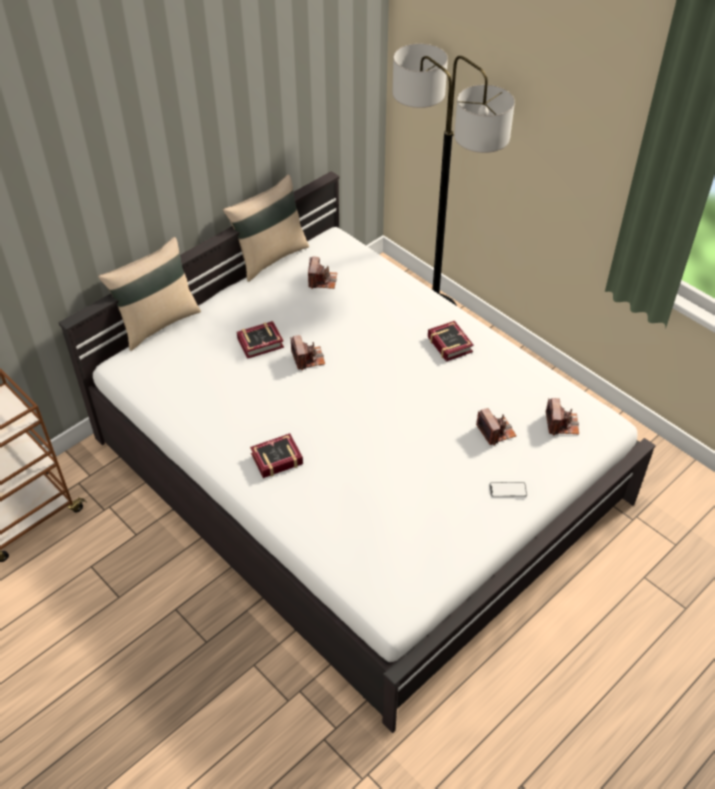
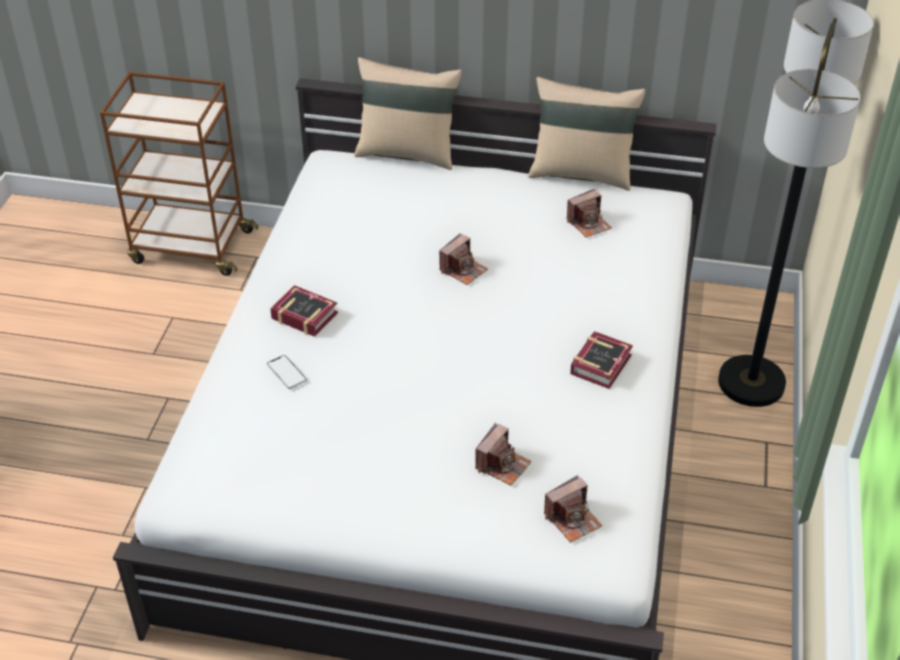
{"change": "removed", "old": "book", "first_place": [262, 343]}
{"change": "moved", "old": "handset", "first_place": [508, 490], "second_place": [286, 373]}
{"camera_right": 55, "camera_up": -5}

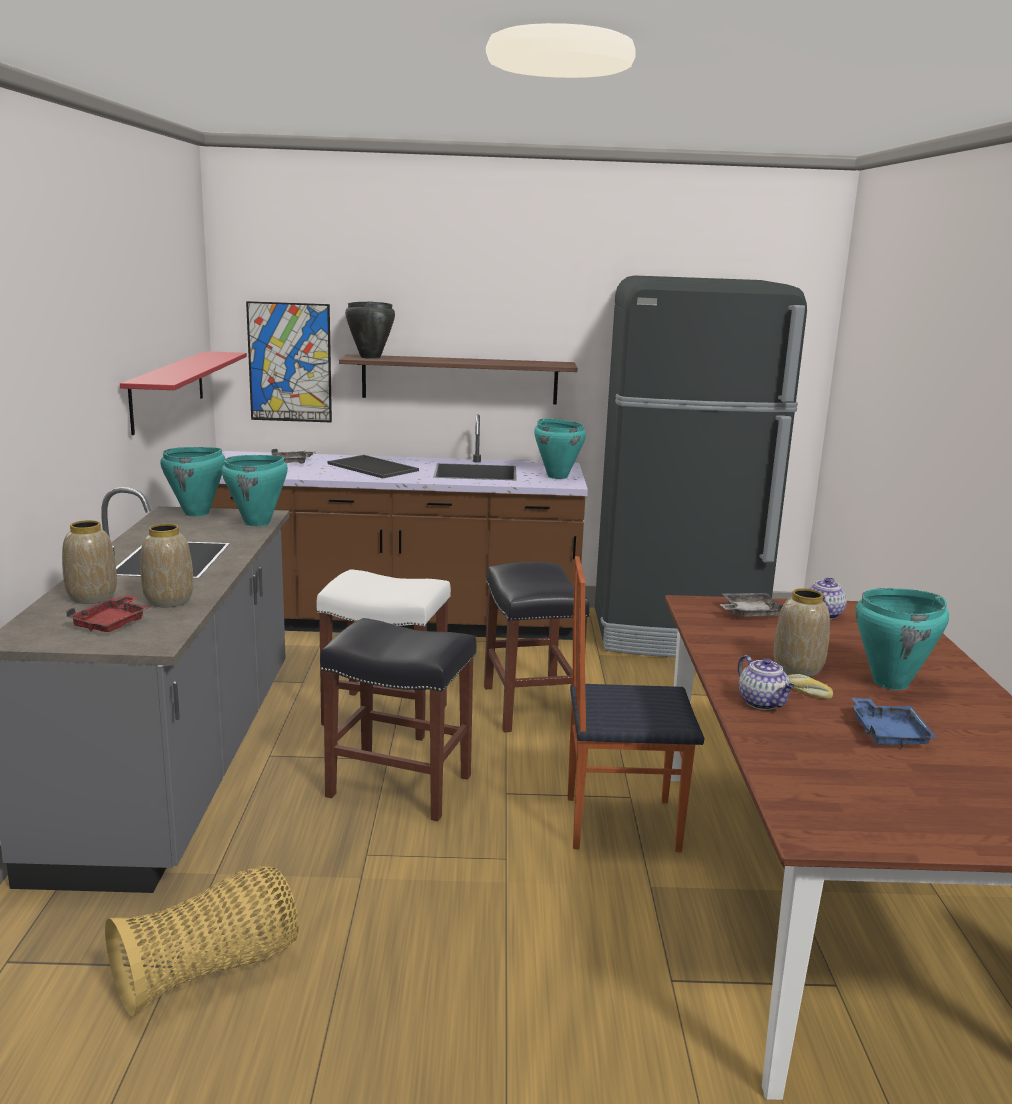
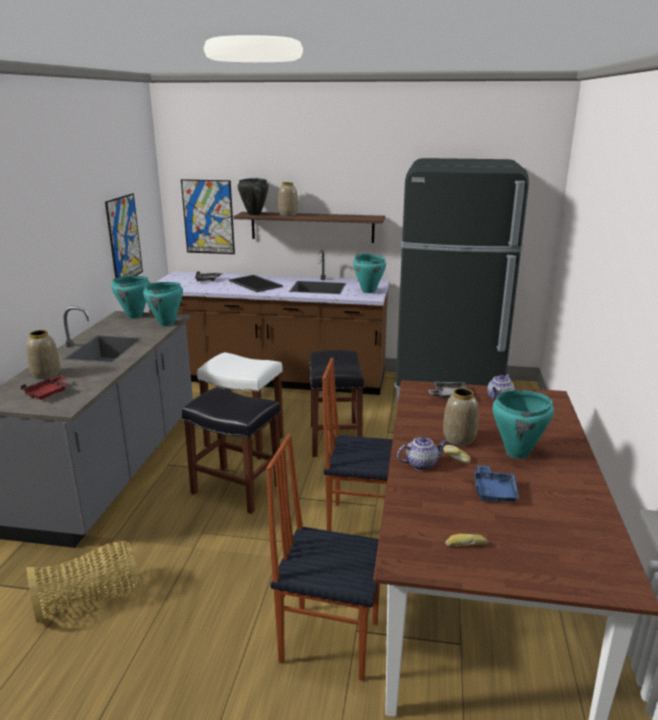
{"change": "replaced", "old": "reddish_bracket_shelf", "new": "wall_picture", "first_place": [168, 390], "second_place": [124, 239]}
{"change": "moved", "old": "decorative_vase", "first_place": [168, 601], "second_place": [288, 214]}
{"change": "turned", "old": "tea_pot", "first_place": [763, 703], "second_place": [421, 464], "degrees": -90}
{"change": "added", "new": "upright_chair", "second_place": [329, 640]}
{"change": "added", "new": "baked_bread", "second_place": [465, 544]}
{"camera_right": 10, "camera_up": 5}

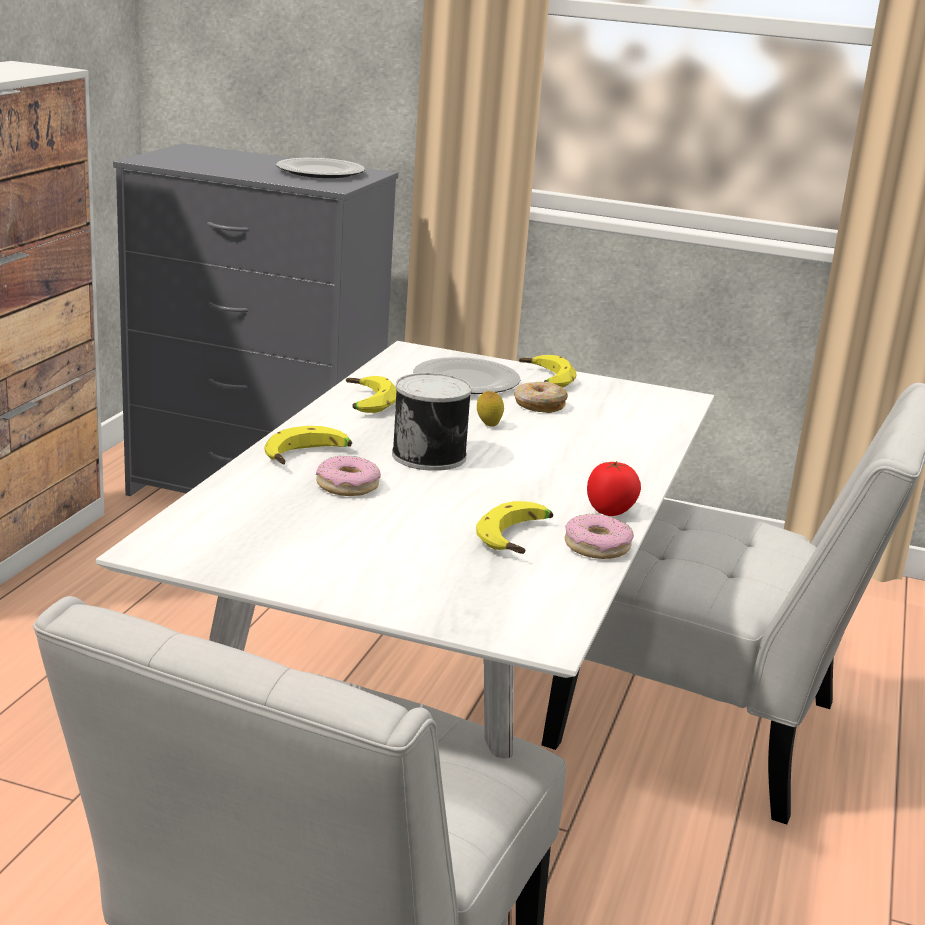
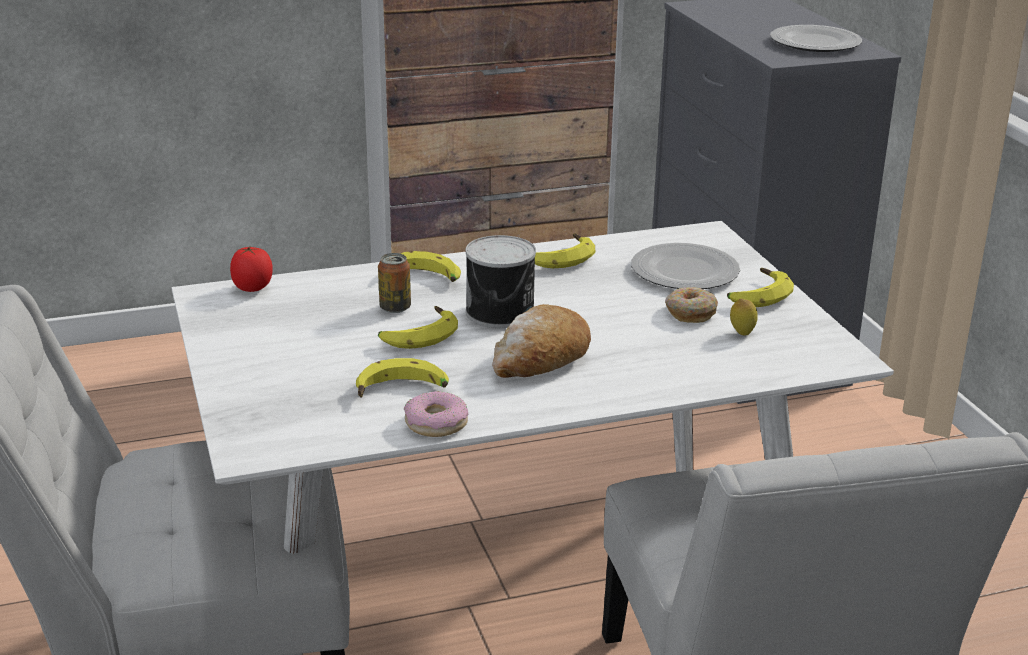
{"change": "replaced", "old": "doughnut", "new": "metal_can", "first_place": [347, 486], "second_place": [395, 308]}
{"change": "moved", "old": "citrus_fruit", "first_place": [488, 425], "second_place": [742, 333]}
{"change": "moved", "old": "fresh_tomato", "first_place": [610, 512], "second_place": [253, 289]}
{"change": "added", "new": "banana", "second_place": [417, 335]}
{"change": "added", "new": "baked_bread", "second_place": [540, 359]}
{"camera_right": 55, "camera_up": 5}

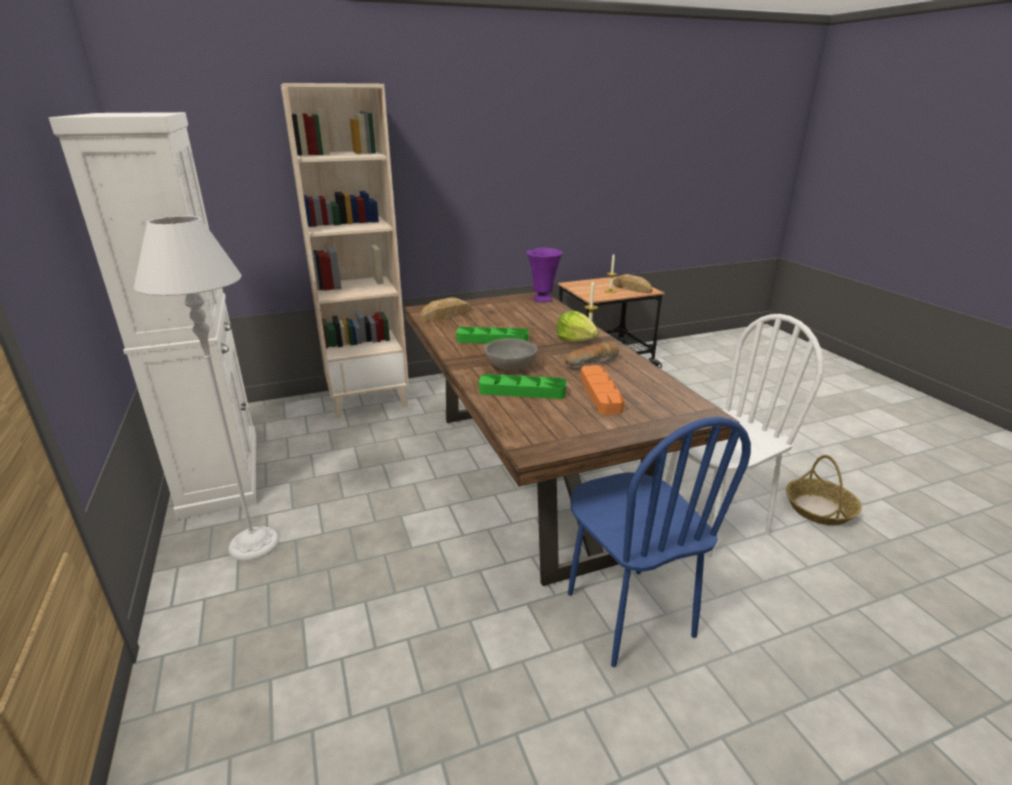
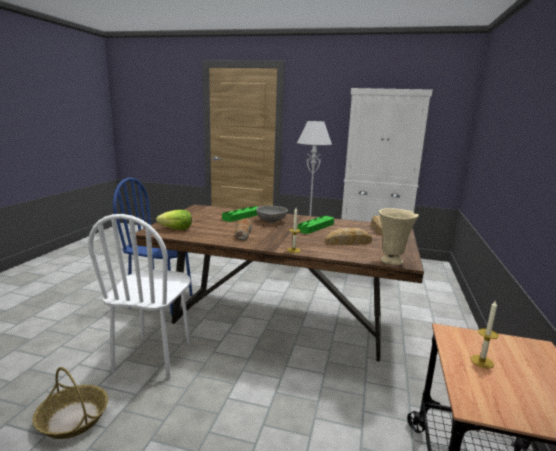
{"change": "removed", "old": "beige-coloured_bookshelf", "first_place": [368, 399]}
{"change": "recoloured", "old": "purple-coloured_decorative_vase", "new": "beige-coloured_decorative_vase", "first_place": [543, 299], "second_place": [392, 261]}
{"change": "moved", "old": "head_of_lettuce", "first_place": [576, 339], "second_place": [176, 229]}
{"change": "removed", "old": "orange_carrying_tray", "first_place": [600, 393]}
{"change": "moved", "old": "baked_bread", "first_place": [631, 288], "second_place": [348, 242]}
{"camera_right": 125, "camera_up": -10}

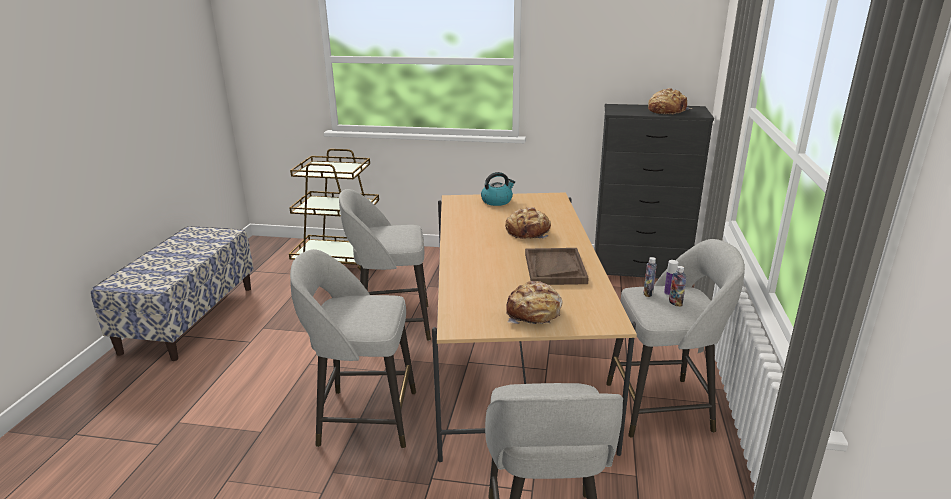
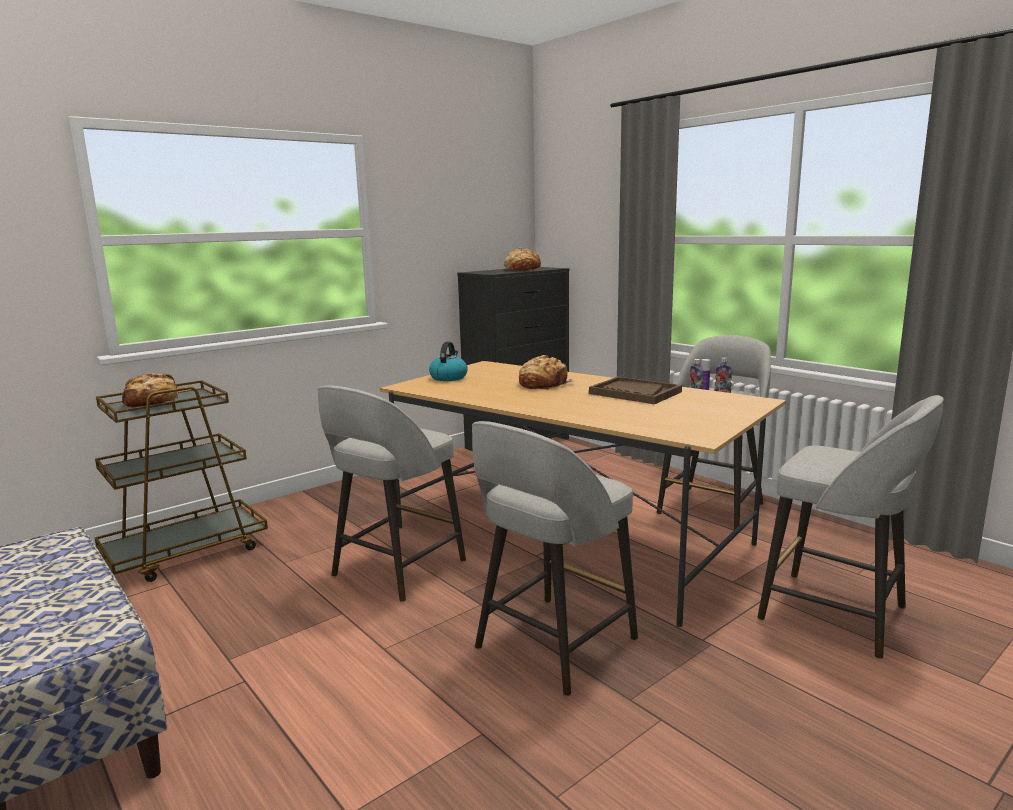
{"change": "moved", "old": "baked_bread", "first_place": [534, 313], "second_place": [152, 404]}
{"camera_right": -50, "camera_up": -10}

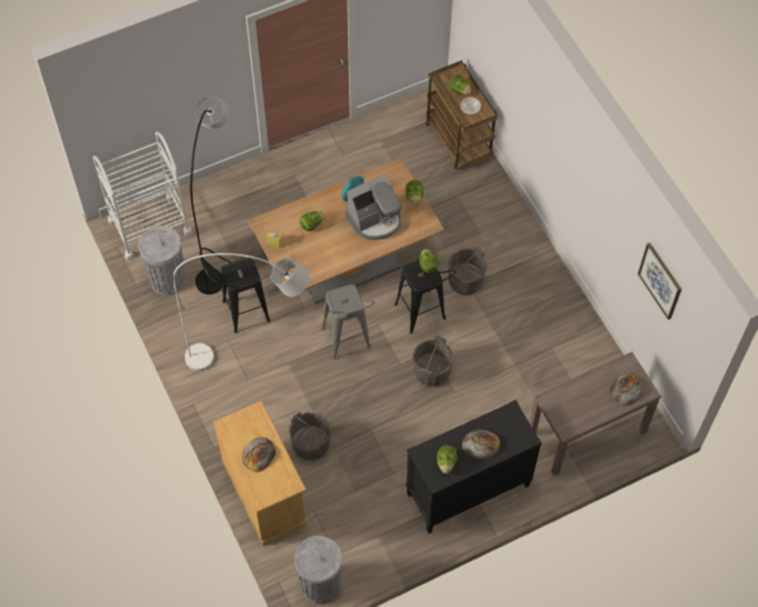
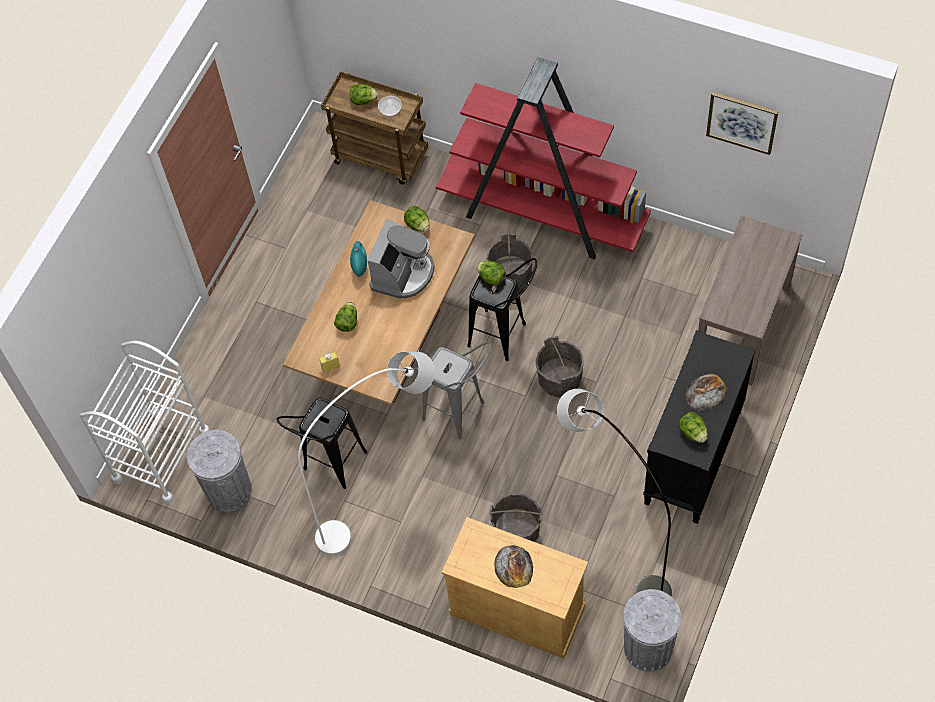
{"change": "moved", "old": "grey_standard_lamp", "first_place": [218, 237], "second_place": [611, 541]}
{"change": "removed", "old": "baked_bread", "first_place": [626, 389]}
{"change": "added", "new": "reddish_bookshelf", "second_place": [543, 215]}
{"camera_right": -35, "camera_up": 0}

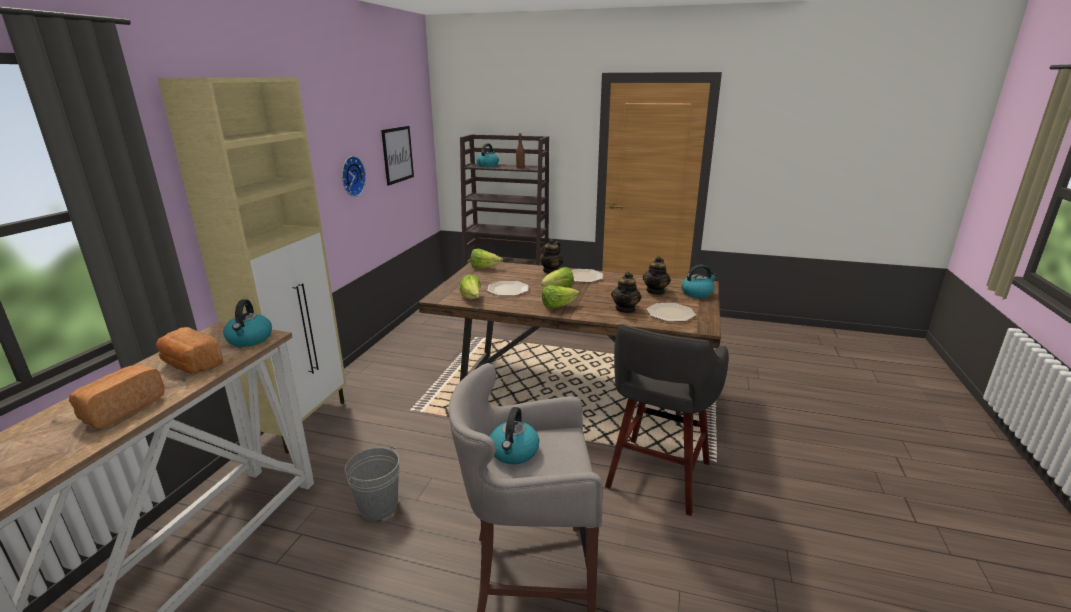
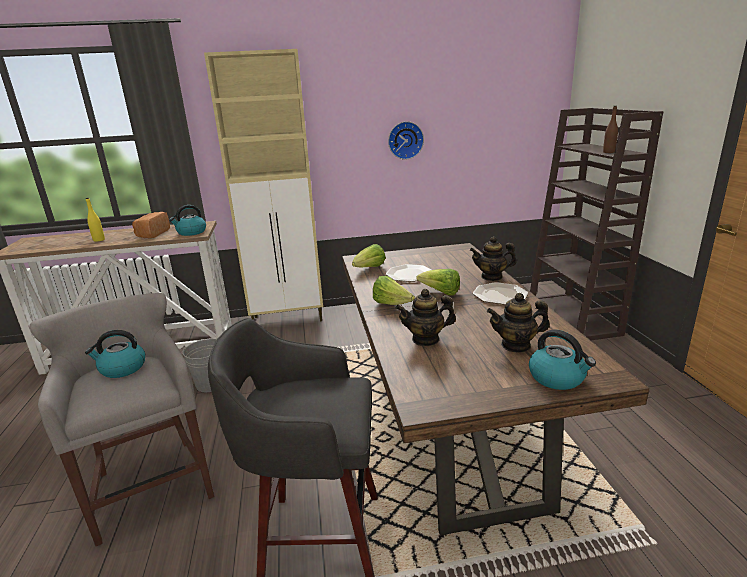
{"change": "replaced", "old": "baked_bread", "new": "yellow-coloured_drink_bottle", "first_place": [120, 409], "second_place": [99, 240]}
{"change": "removed", "old": "wall_picture", "first_place": [397, 154]}
{"change": "removed", "old": "head_of_lettuce", "first_place": [484, 268]}
{"change": "removed", "old": "kettle", "first_place": [487, 165]}
{"change": "removed", "old": "plate", "first_place": [671, 313]}
{"camera_right": 65, "camera_up": 0}

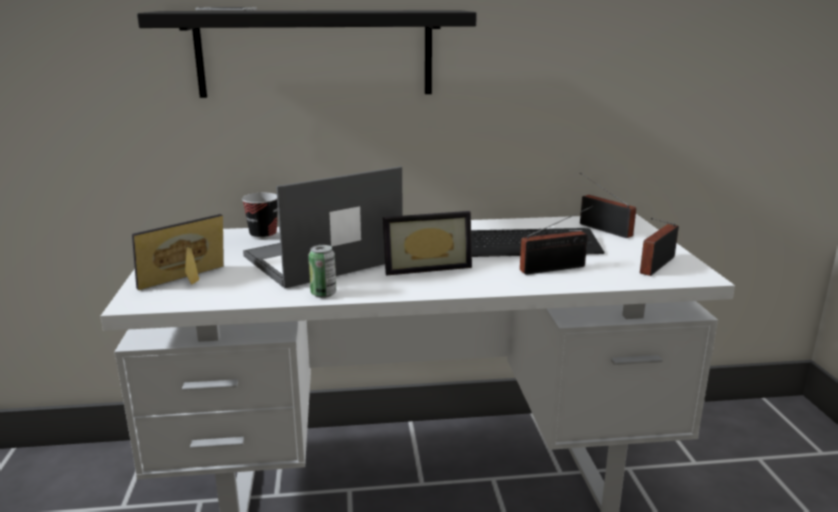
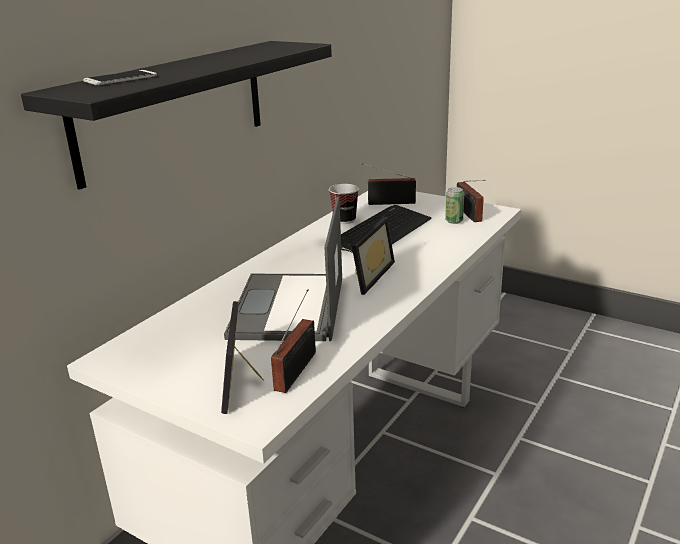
{"change": "moved", "old": "drinking_cup", "first_place": [263, 235], "second_place": [344, 220]}
{"change": "moved", "old": "metal_can", "first_place": [323, 293], "second_place": [454, 221]}
{"change": "moved", "old": "radio", "first_place": [556, 268], "second_place": [298, 369]}
{"camera_right": -50, "camera_up": 5}

